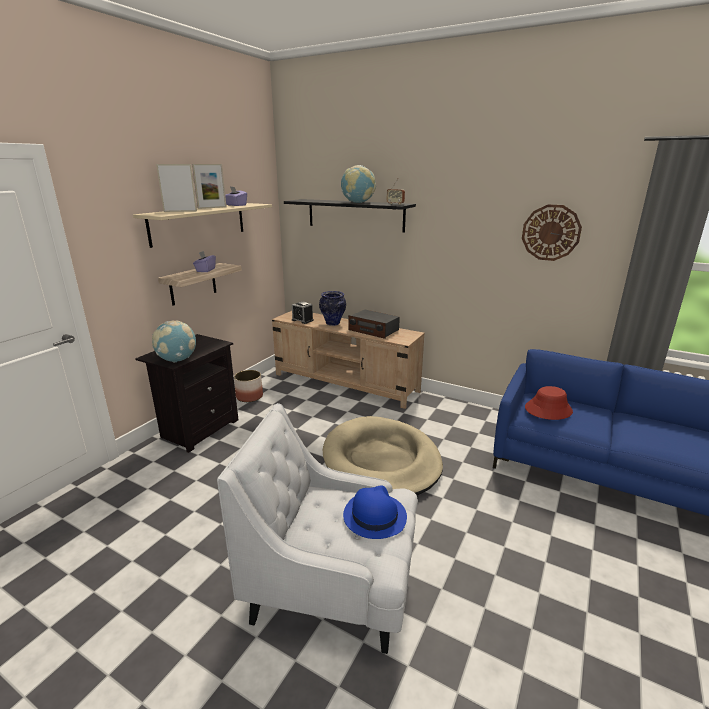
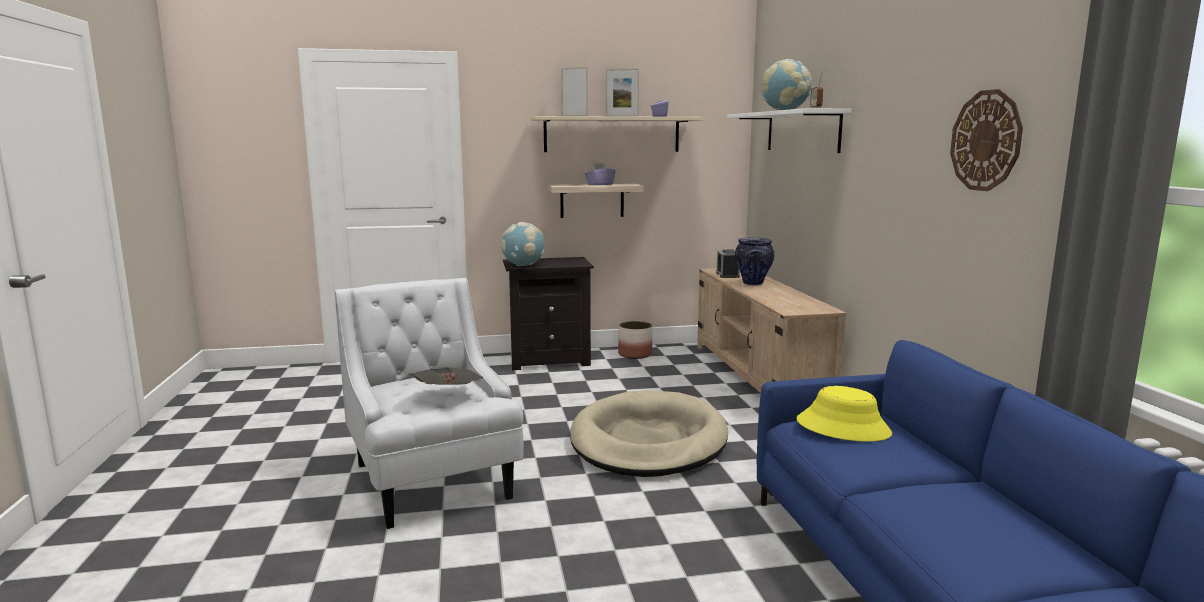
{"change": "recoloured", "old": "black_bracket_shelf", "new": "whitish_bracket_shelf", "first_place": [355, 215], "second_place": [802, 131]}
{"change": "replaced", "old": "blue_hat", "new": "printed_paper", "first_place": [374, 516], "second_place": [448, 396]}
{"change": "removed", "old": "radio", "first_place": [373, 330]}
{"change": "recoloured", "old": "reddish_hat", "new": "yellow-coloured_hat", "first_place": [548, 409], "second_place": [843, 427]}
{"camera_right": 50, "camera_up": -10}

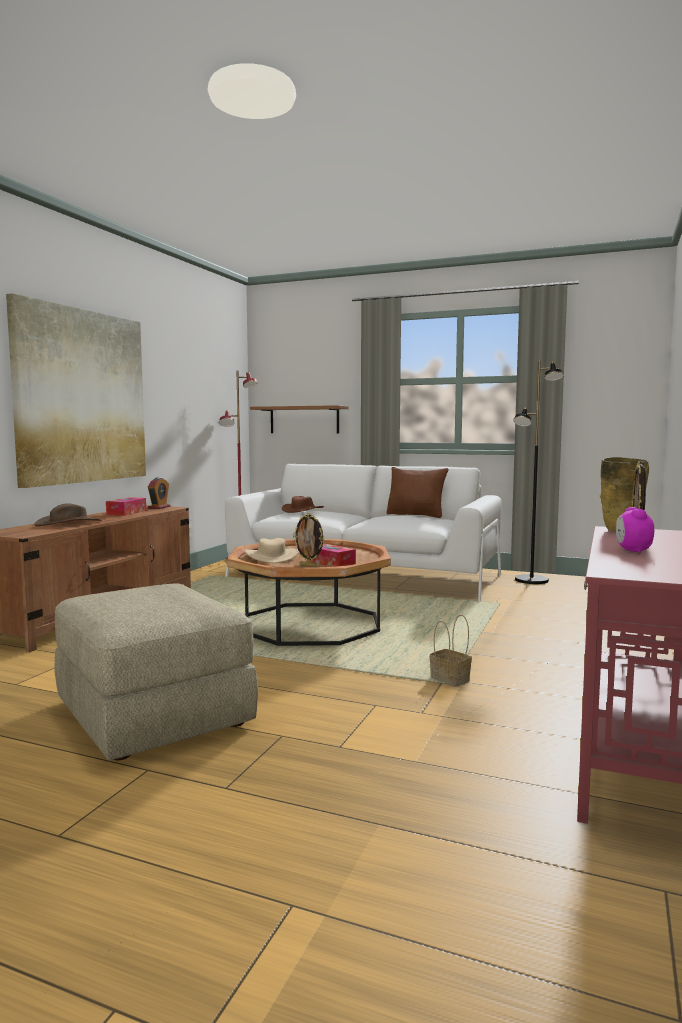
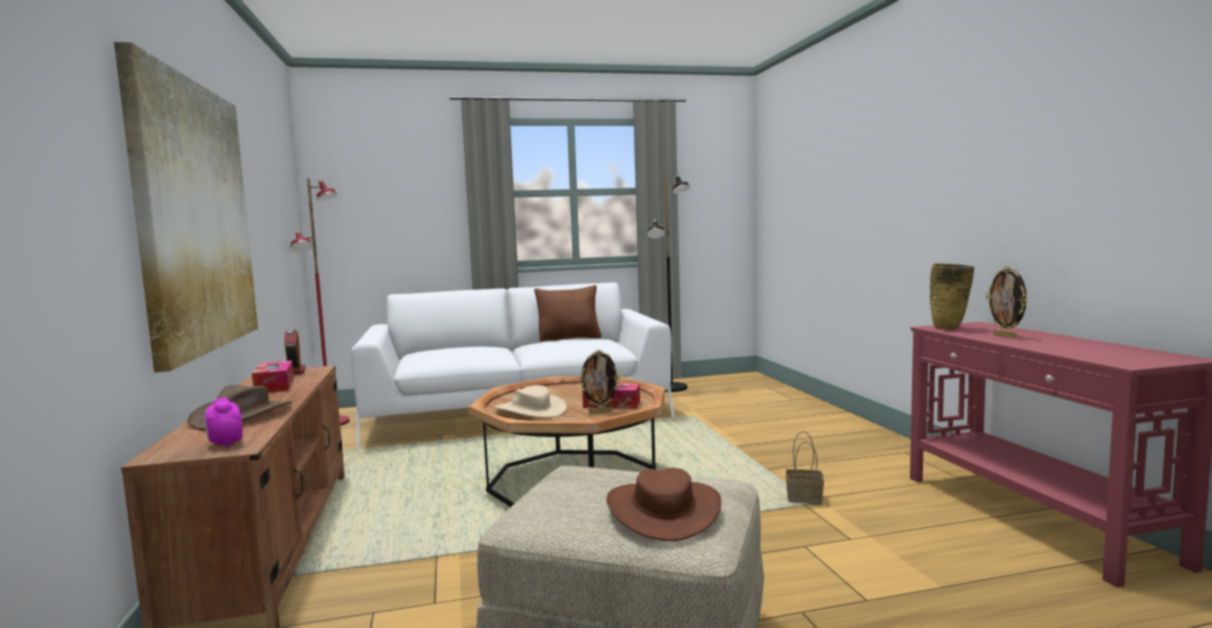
{"change": "removed", "old": "bracket_shelf", "first_place": [304, 420]}
{"change": "moved", "old": "brown-coloured_hat", "first_place": [303, 510], "second_place": [663, 510]}
{"change": "moved", "old": "alarm_clock", "first_place": [632, 551], "second_place": [225, 444]}
{"camera_right": -35, "camera_up": 0}

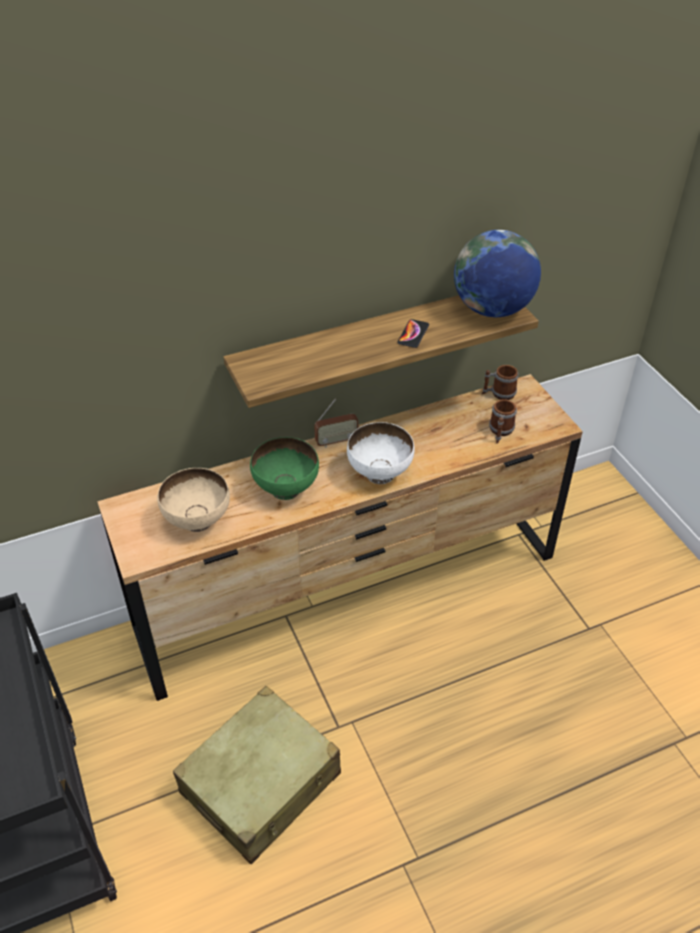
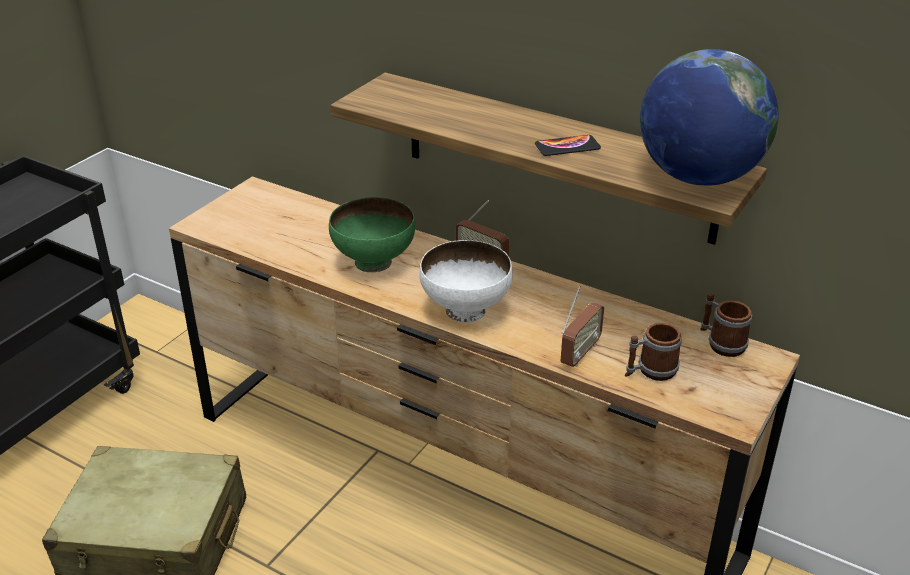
{"change": "removed", "old": "beige-coloured_serving_bowl", "first_place": [197, 521]}
{"change": "added", "new": "radio", "second_place": [580, 353]}
{"camera_right": 55, "camera_up": -10}

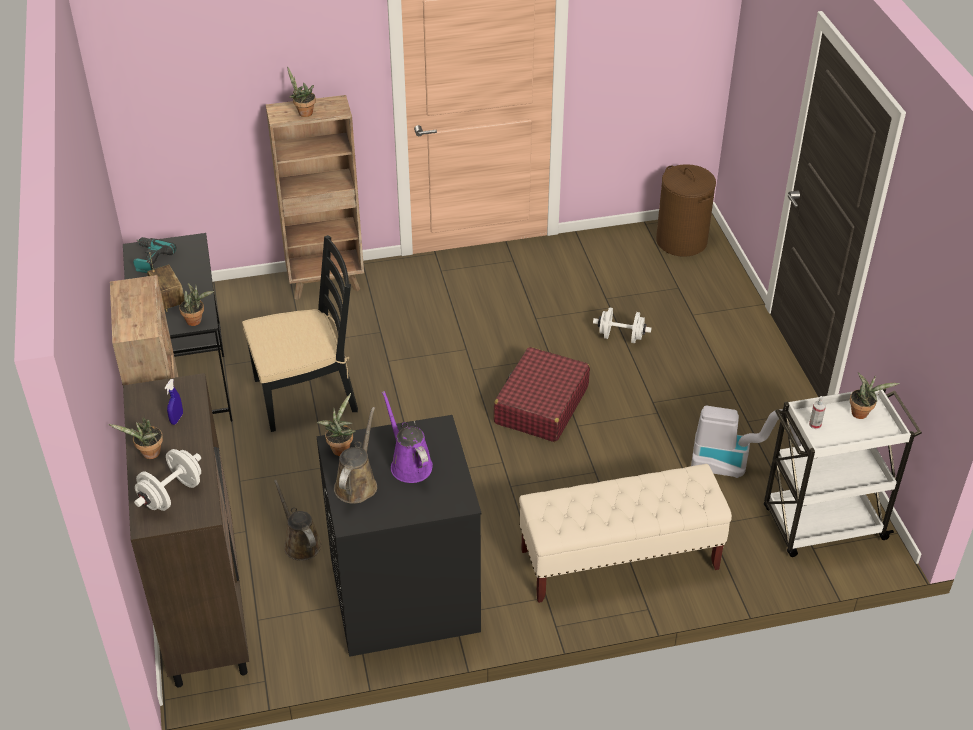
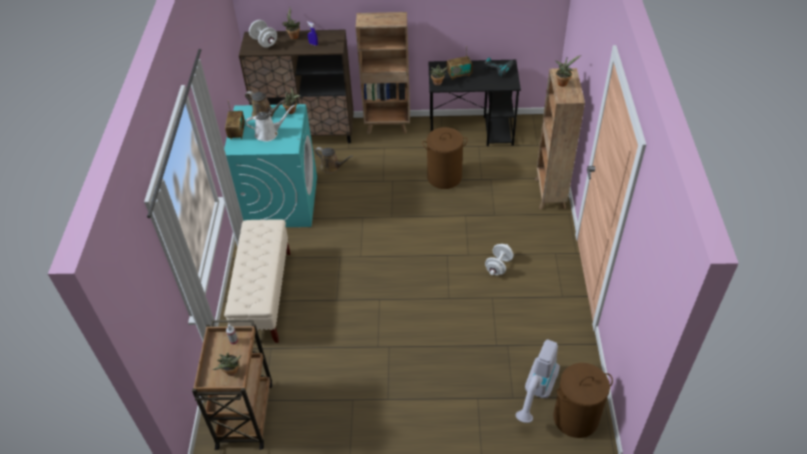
{"change": "replaced", "old": "black_upright_chair", "new": "brown-coloured_hamper", "first_place": [306, 395], "second_place": [444, 177]}
{"change": "turned", "old": "brown-coloured_sprinkling_can", "first_place": [300, 543], "second_place": [332, 167], "degrees": 45}
{"change": "recoloured", "old": "black_laundry_appliance", "new": "blue-green_laundry_appliance", "first_place": [403, 595], "second_place": [281, 201]}
{"change": "recoloured", "old": "purple-coloured_sprinkling_can", "new": "whitish_sprinkling_can", "first_place": [409, 464], "second_place": [269, 133]}
{"change": "removed", "old": "reddish_piece_of_luggage", "first_place": [541, 405]}
{"change": "moved", "old": "whitish_hand_weight", "first_place": [621, 337], "second_place": [498, 266]}
{"change": "moved", "old": "vacuum", "first_place": [739, 467], "second_place": [536, 393]}
{"change": "recoloured", "old": "whitish_wheeled_cart", "new": "brown-coloured_wheeled_cart", "first_place": [822, 524], "second_place": [245, 413]}
{"change": "added", "new": "radio", "second_place": [237, 132]}
{"camera_right": 105, "camera_up": 5}

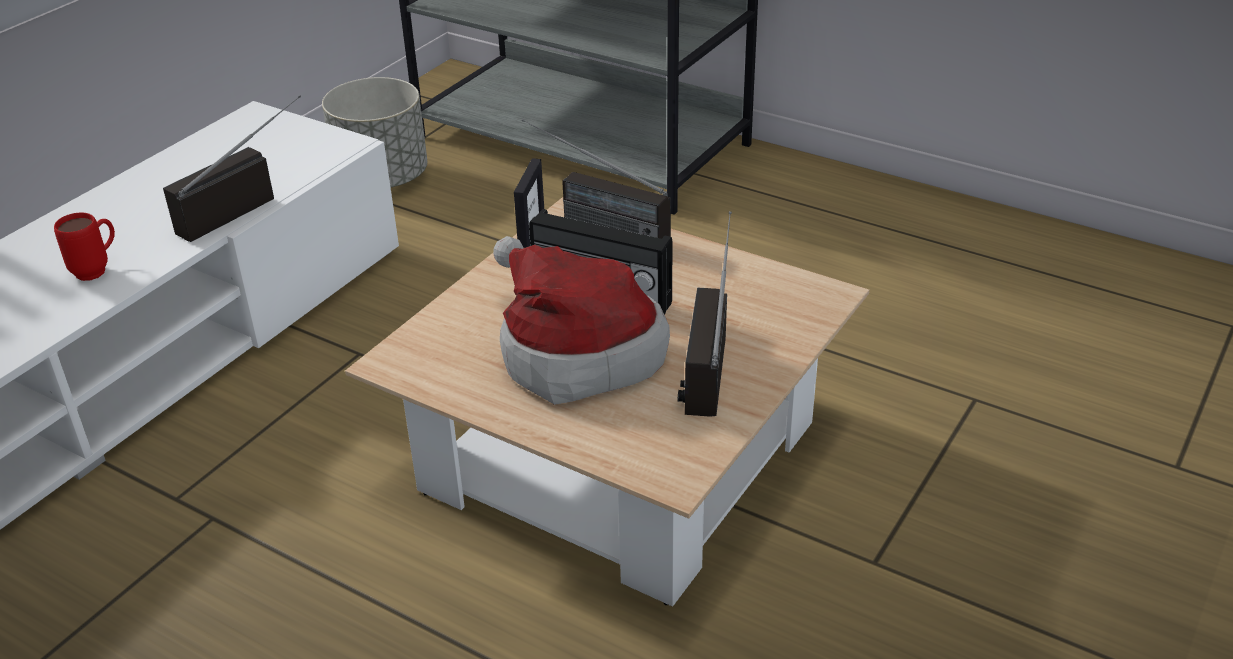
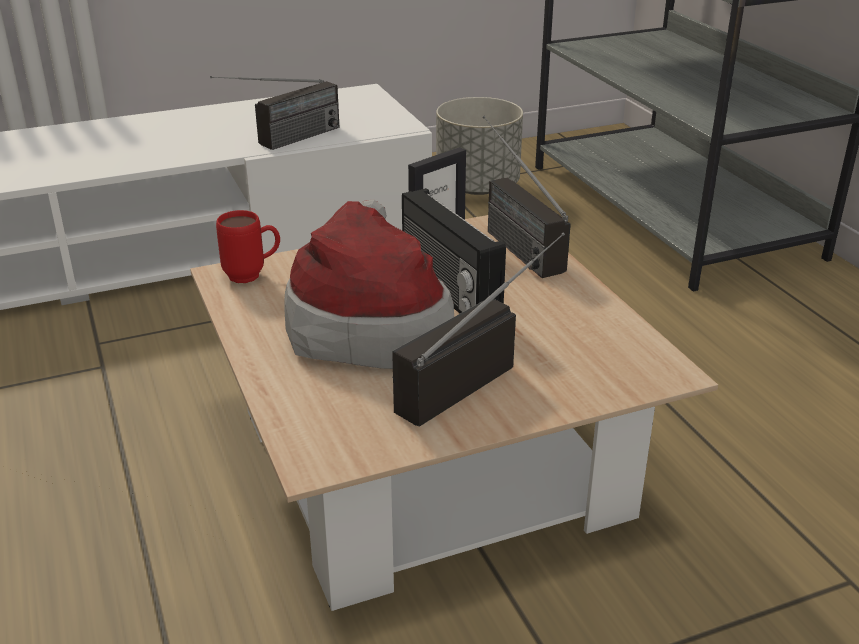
{"change": "moved", "old": "reddish_mug", "first_place": [98, 269], "second_place": [253, 275]}
{"change": "turned", "old": "radio", "first_place": [246, 204], "second_place": [282, 142], "degrees": 150}
{"camera_right": 35, "camera_up": -5}

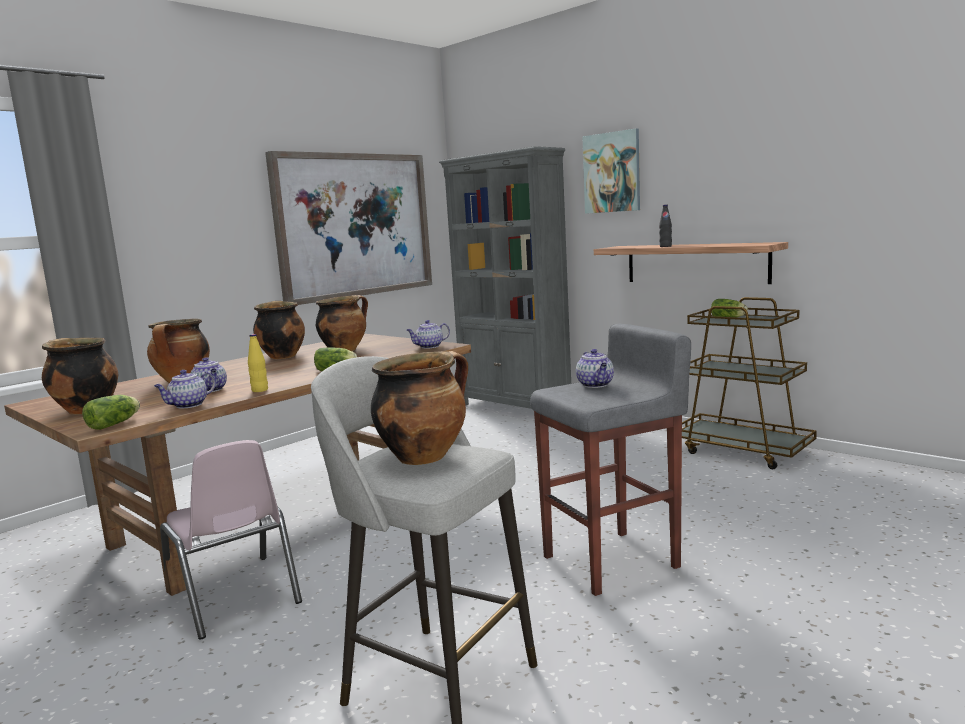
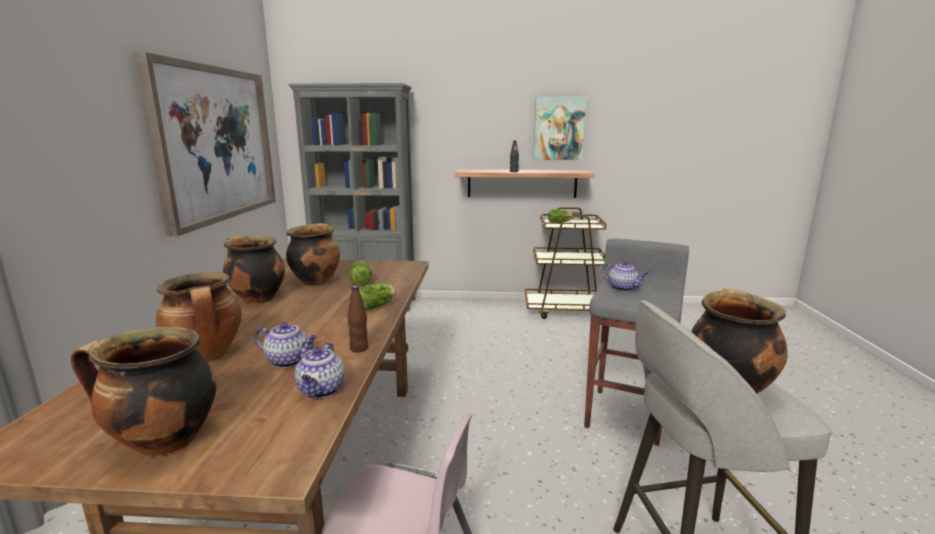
{"change": "moved", "old": "head_of_lettuce", "first_place": [116, 424], "second_place": [361, 281]}
{"change": "recoloured", "old": "yellow-coloured_drink_bottle", "new": "brown-coloured_drink_bottle", "first_place": [260, 390], "second_place": [359, 348]}
{"change": "removed", "old": "tea_pot", "first_place": [429, 347]}
{"change": "moved", "old": "wall_picture", "first_place": [612, 172], "second_place": [559, 128]}
{"camera_right": -40, "camera_up": 5}

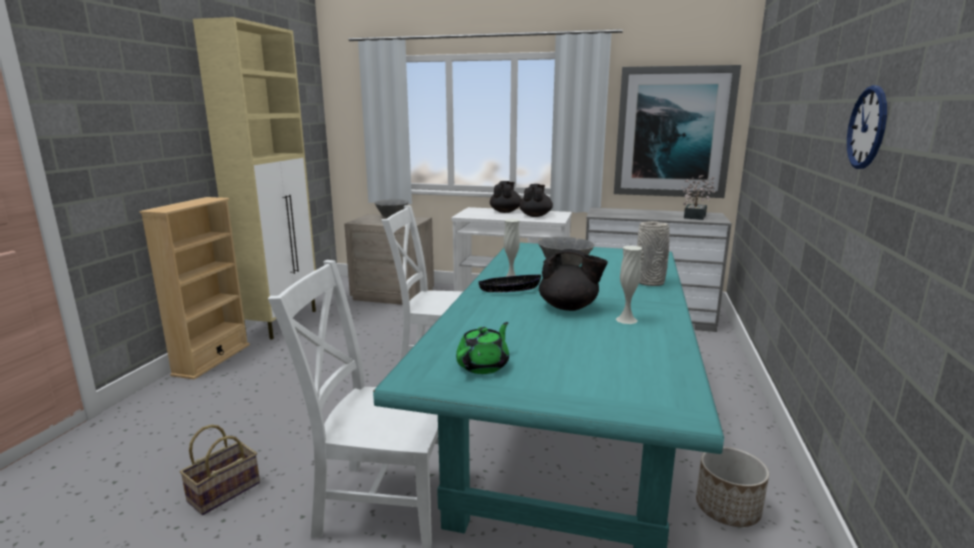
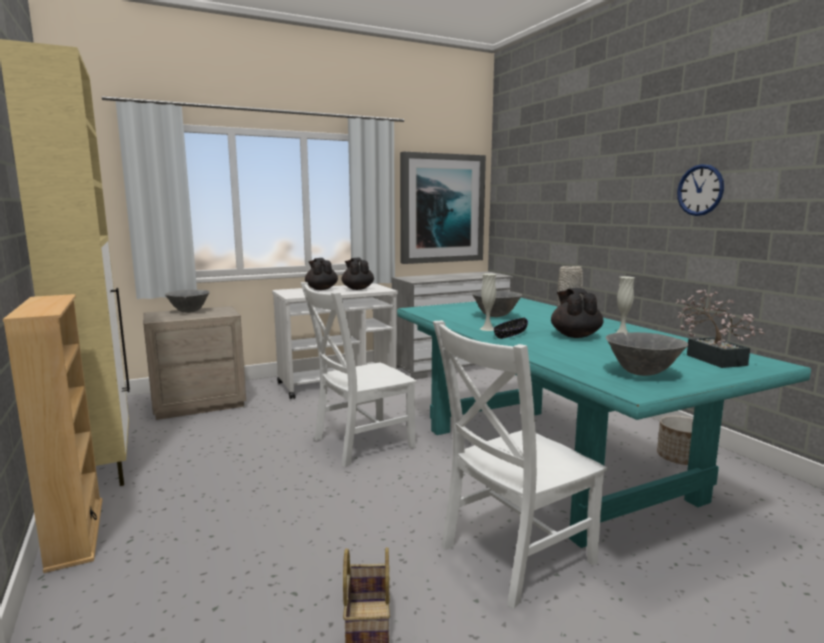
{"change": "replaced", "old": "green_tea_pot", "new": "grey_serving_bowl", "first_place": [483, 365], "second_place": [642, 374]}
{"change": "turned", "old": "black_tea_pot", "first_place": [569, 307], "second_place": [575, 335], "degrees": -75}
{"change": "moved", "old": "potted_plant", "first_place": [695, 216], "second_place": [711, 358]}
{"camera_right": -40, "camera_up": -5}

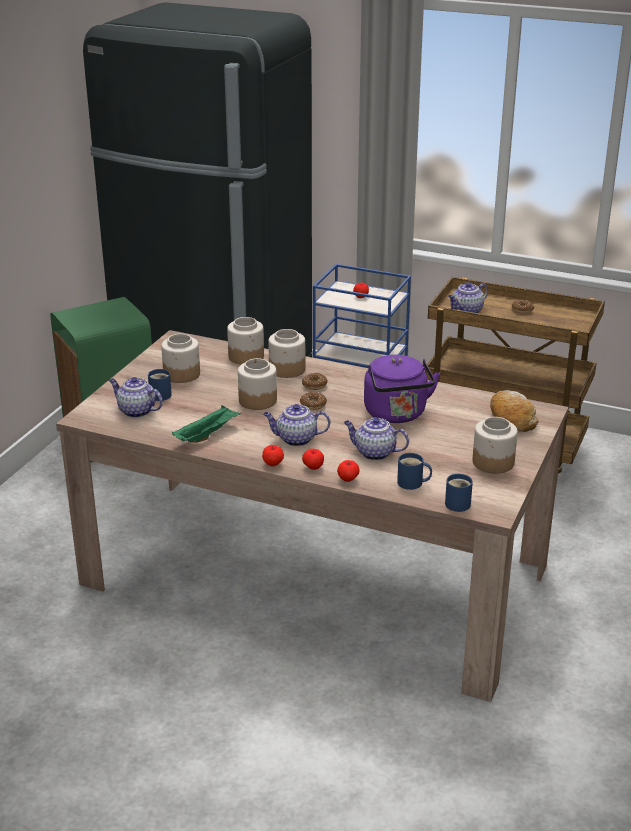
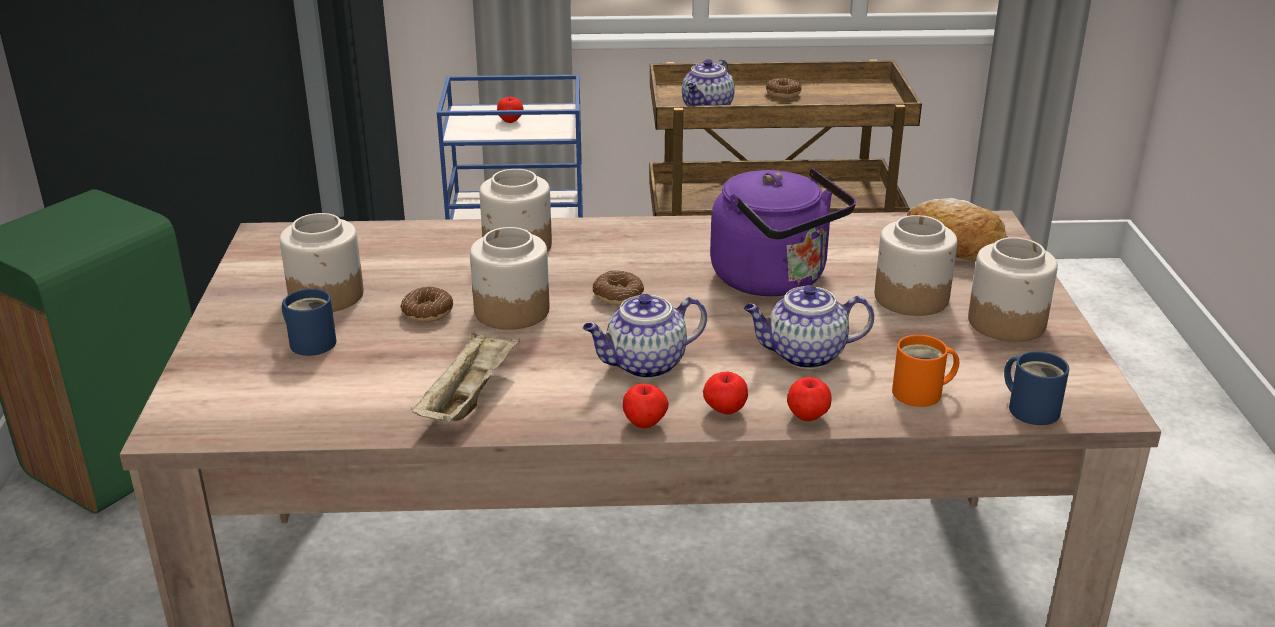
{"change": "removed", "old": "tea_pot", "first_place": [136, 411]}
{"change": "recoloured", "old": "green_carrying_tray", "new": "beige-coloured_carrying_tray", "first_place": [207, 435], "second_place": [468, 398]}
{"change": "moved", "old": "preserve_jar", "first_place": [246, 356], "second_place": [911, 297]}
{"change": "moved", "old": "doughnut", "first_place": [314, 385], "second_place": [427, 312]}
{"change": "recoloured", "old": "blue_mug", "new": "orange_mug", "first_place": [412, 483], "second_place": [922, 393]}
{"camera_right": -25, "camera_up": 0}

